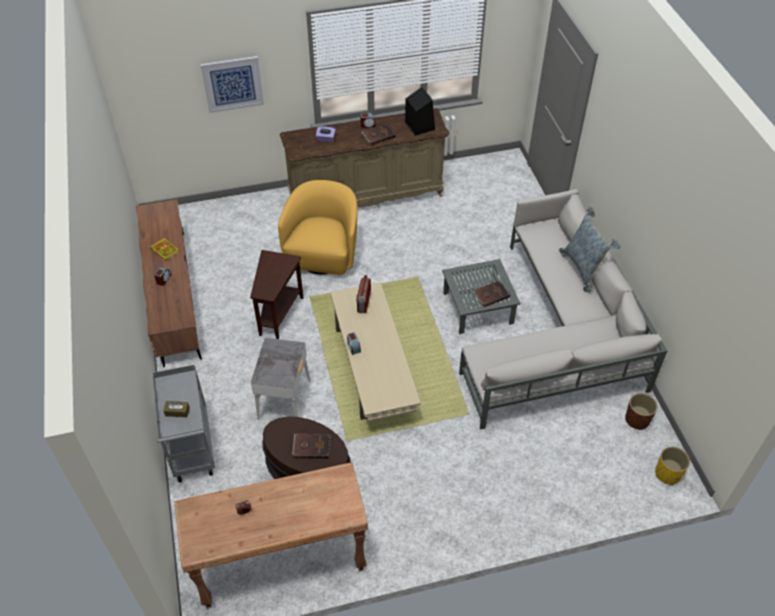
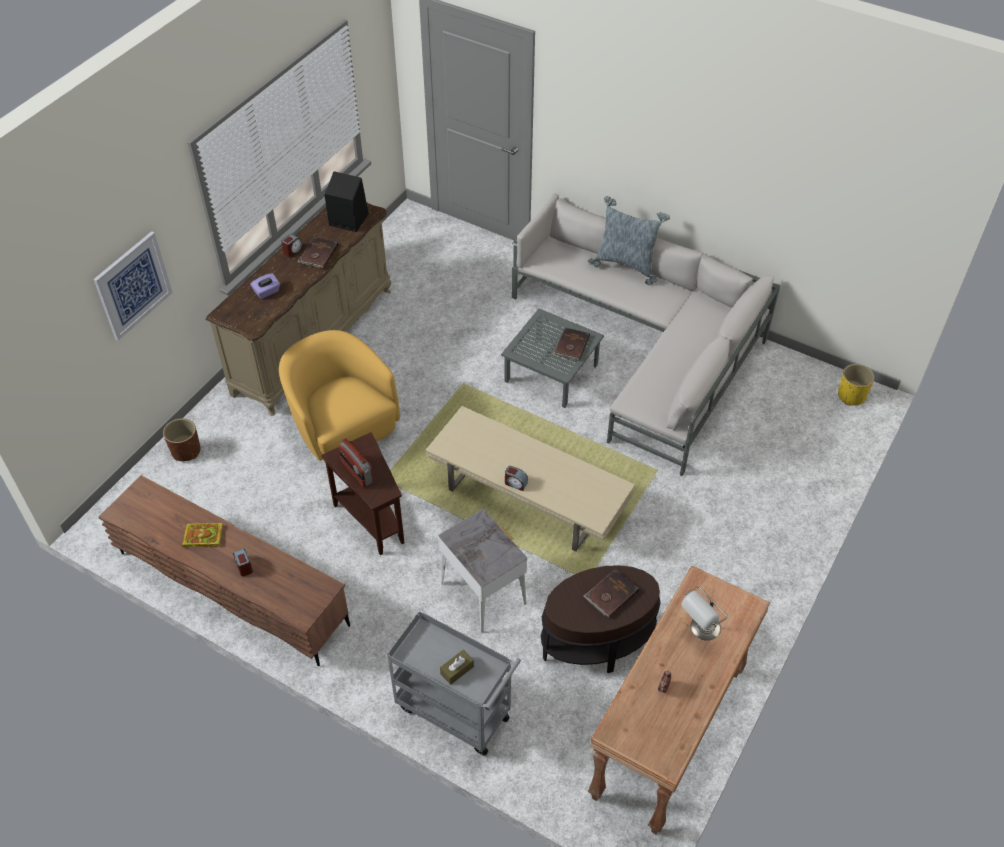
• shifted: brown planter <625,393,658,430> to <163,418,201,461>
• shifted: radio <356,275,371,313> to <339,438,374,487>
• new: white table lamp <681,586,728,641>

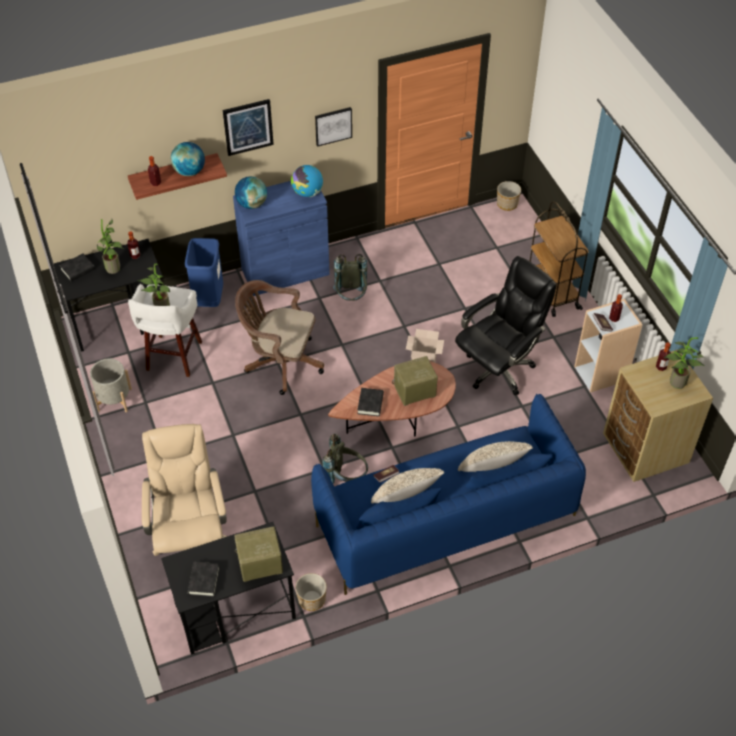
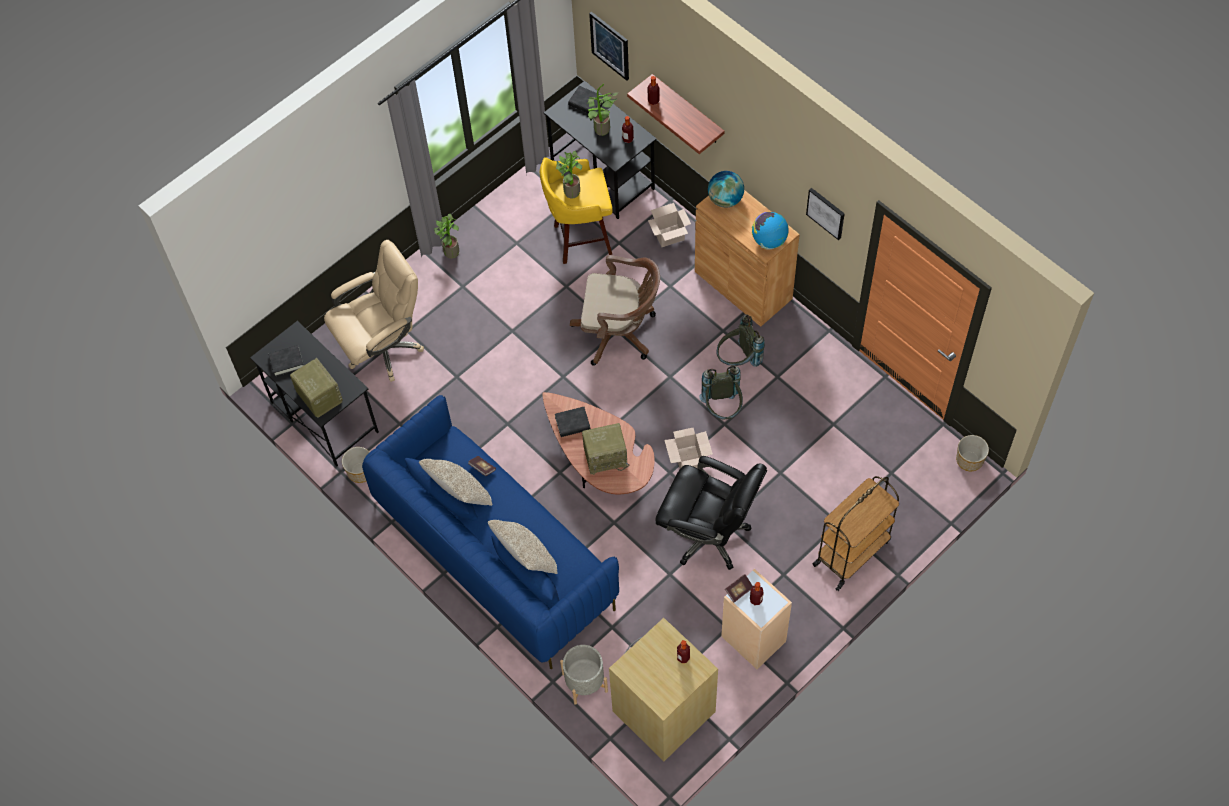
• shifted: potted plant <664,337,705,389> to <434,213,459,259>
• repainted: white stool <128,284,202,377> to yellow stool <540,157,613,264>
• shifted: grey planter <90,359,132,412> to <560,645,608,705>
• rotated: brown office chair <235,280,324,395> = <570,255,660,366> 105 degrees clockwise
• rotated: radio <392,356,438,406> = <582,423,630,475> 120 degrees clockwise
• shifted: picture <223,99,274,156> to <589,12,629,81>
• swapped: blue trash can <185,238,223,307> to cardboard box <648,203,691,247>
• repainted: blue cabinet <233,181,330,296> to brown cabinet <695,190,800,327>
• shifted: grey backpack <322,433,368,484> to <699,365,743,419>
• gone: globe <171,142,205,176>

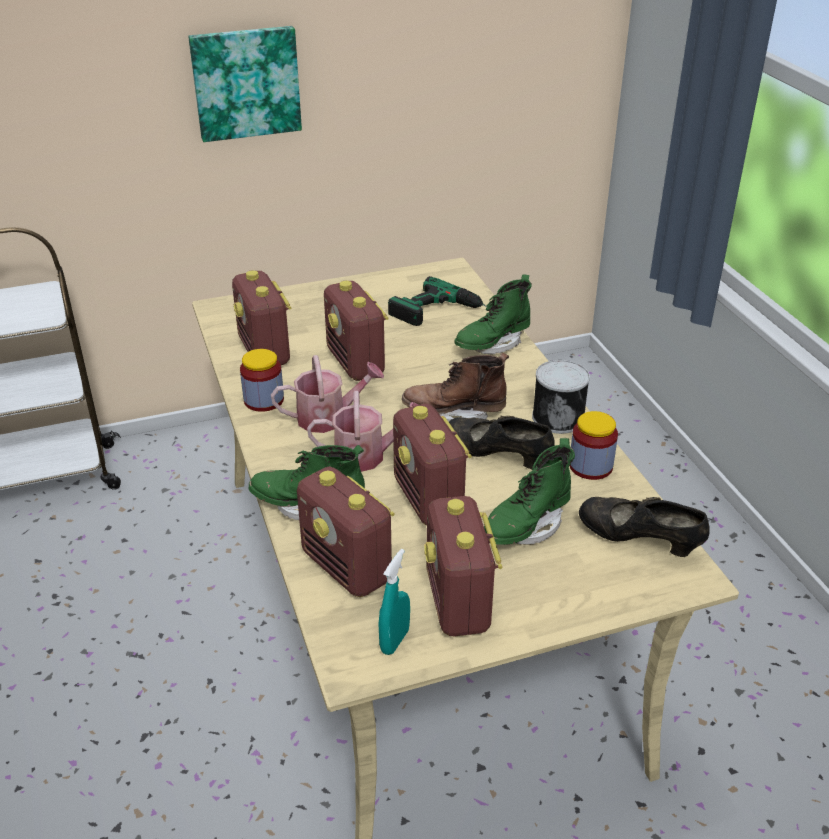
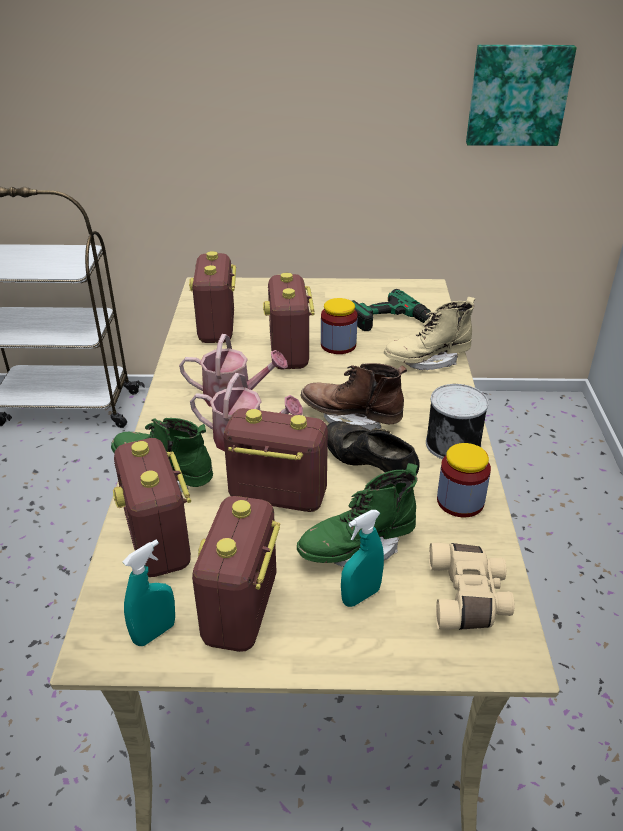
• rotated: radio <393,404,472,526> = <224,408,328,512> 105 degrees clockwise
• shifted: jar <240,349,284,412> to <321,298,358,354>
• new: turquoise spray bottle <341,510,384,607>
• repainted: green boot <454,275,532,355> to beige boot <384,297,475,370>
• swapped: black shoe <579,497,710,557> to beige binoculars <429,543,515,630>
• shifted: picture <188,26,302,142> to <466,45,577,146>

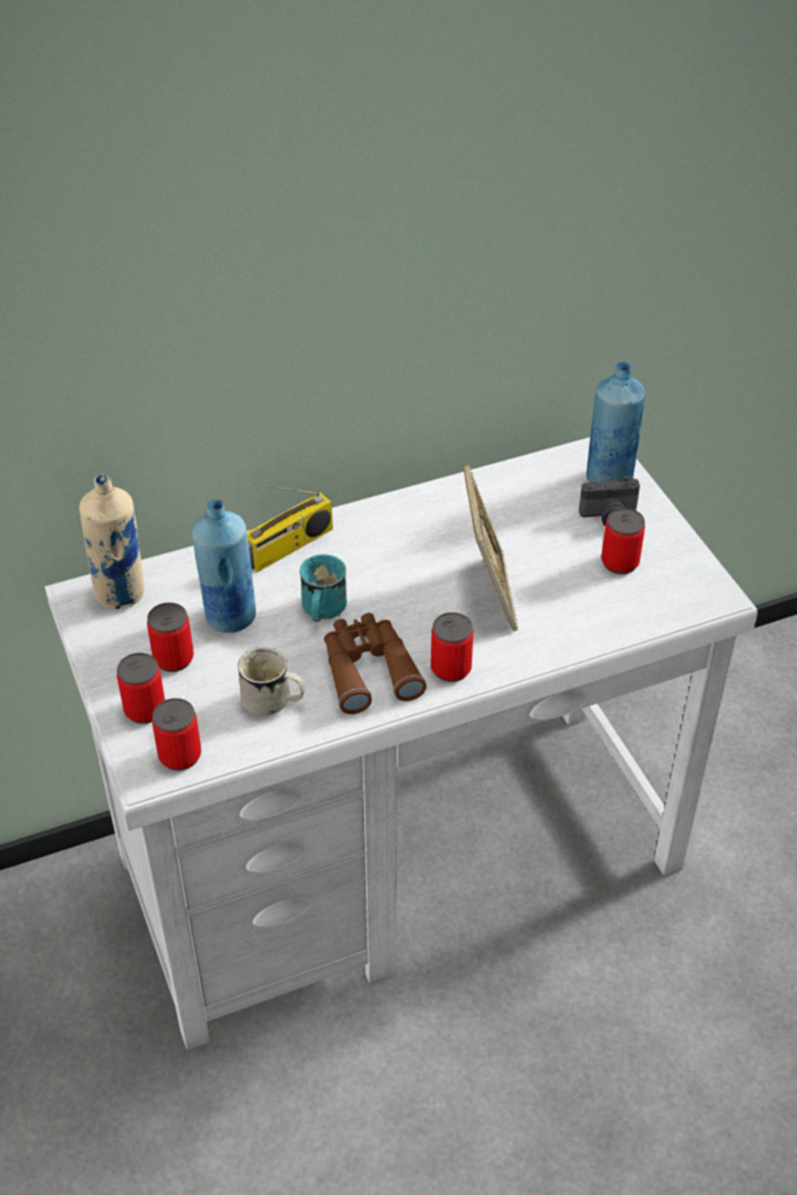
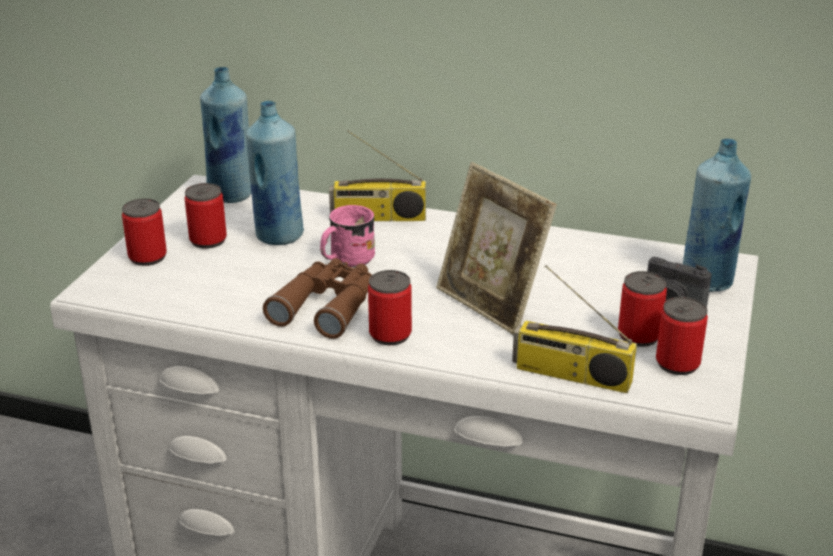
• repainted: beige bottle <79,474,145,609> to blue bottle <200,67,251,203>
• repainted: turquoise mug <300,554,347,622> to pink mug <320,205,375,268>
• rotated: picture frame <463,464,518,631> = <436,162,557,335> 105 degrees clockwise
• new: radio <512,265,637,393>
• shifted: can <152,698,201,771> to <656,297,708,375>
• gone: white mug <238,647,305,716>

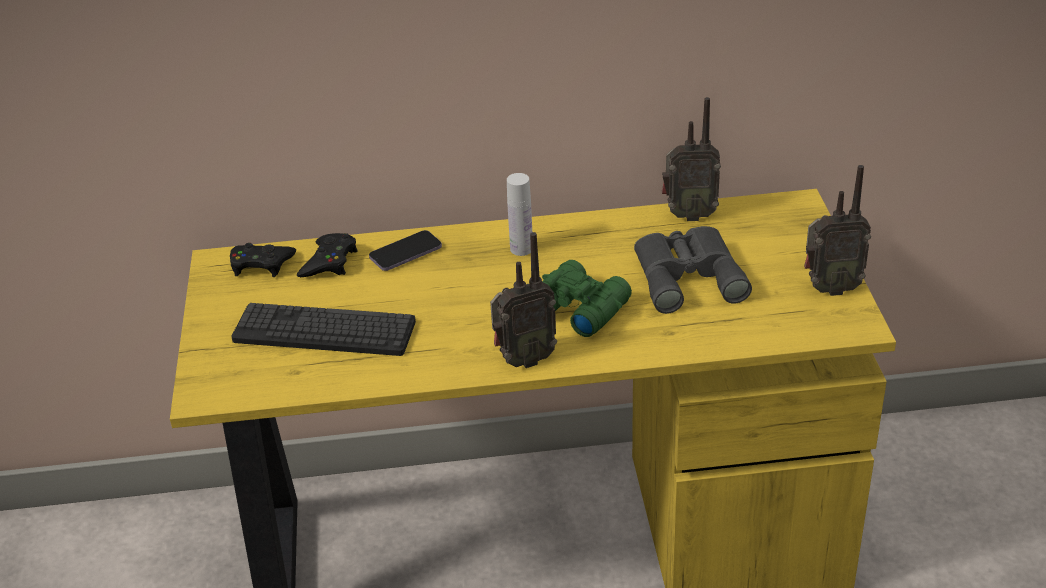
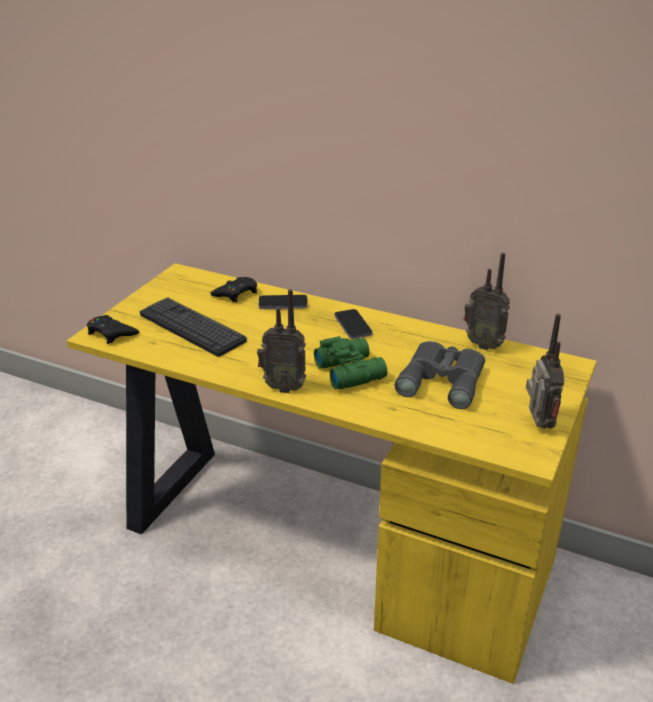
• shifted: black game controller <230,243,296,277> to <87,315,139,344>
• swapped: white bottle <507,173,532,256> to phone <334,309,373,339>
• rotated: radio <804,165,871,296> = <526,314,564,429> 120 degrees counterclockwise

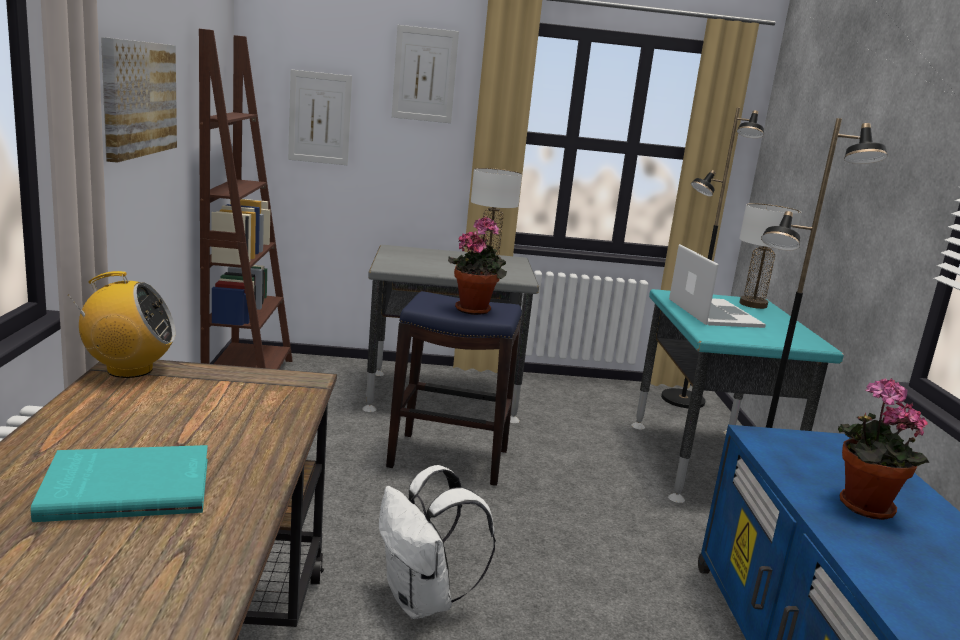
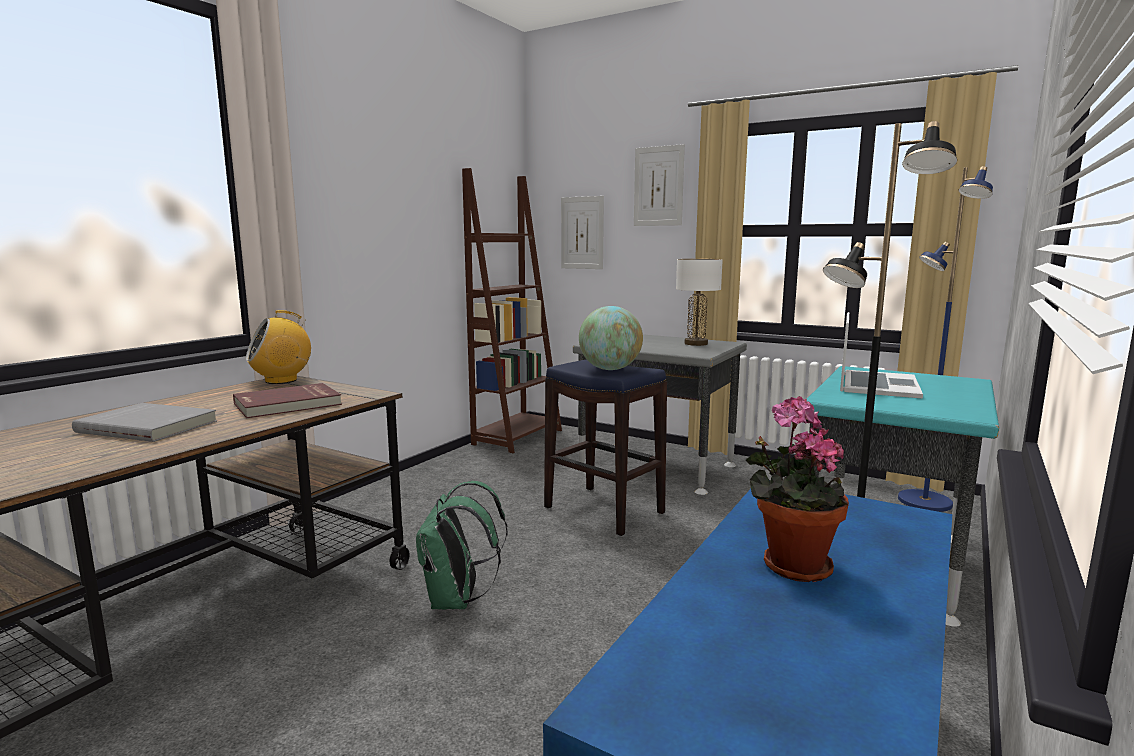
• repainted: turquoise book <31,445,208,522> to grey book <72,403,217,442>
• new: red book <233,383,342,418>
• rotated: radio <67,271,176,378> = <246,310,311,384> 120 degrees clockwise
• repainted: white backpack <379,465,496,619> to green backpack <416,481,508,610>
• swapped: potted plant <448,216,507,315> to globe <579,306,643,370>
• repainted: black floor lamp <661,107,764,408> to blue floor lamp <898,166,993,512>
• gone: picture <101,37,177,163>
• gone: table lamp <739,203,801,309>

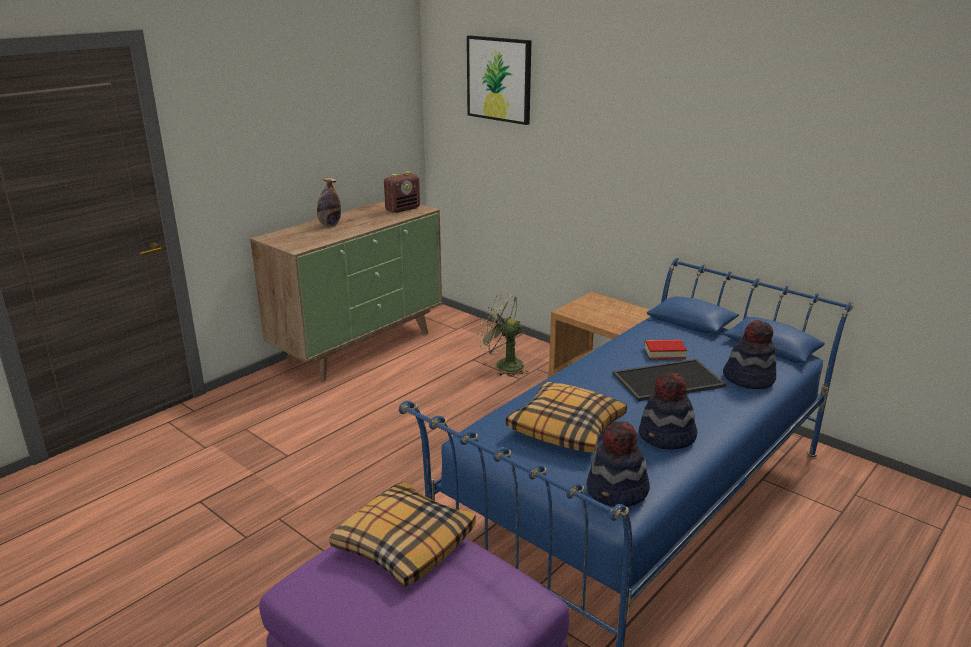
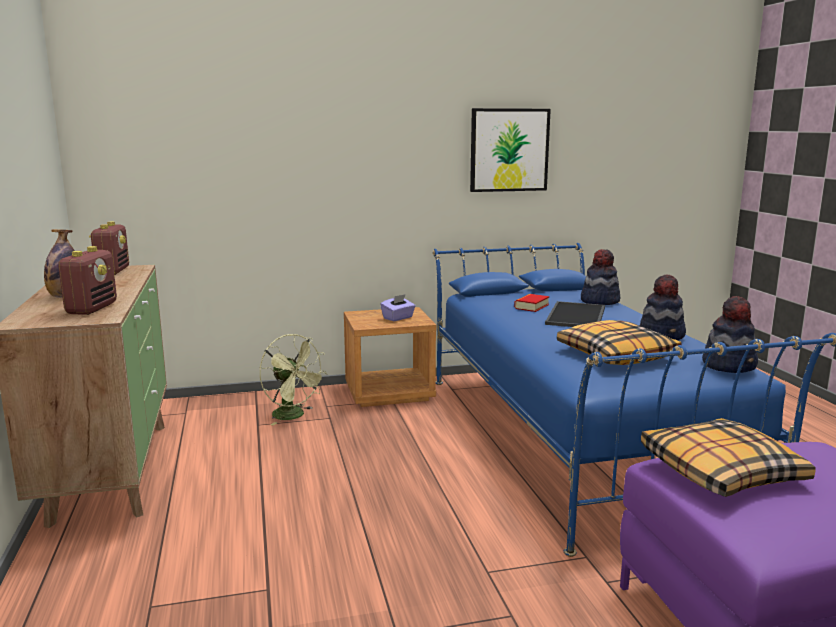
• new: radio <58,246,117,315>
• rotated: green fan <478,293,529,377> = <260,334,327,425> 105 degrees counterclockwise
• new: purple tissue box <380,294,416,321>
• shifted: picture <467,35,531,125> to <470,108,551,192>

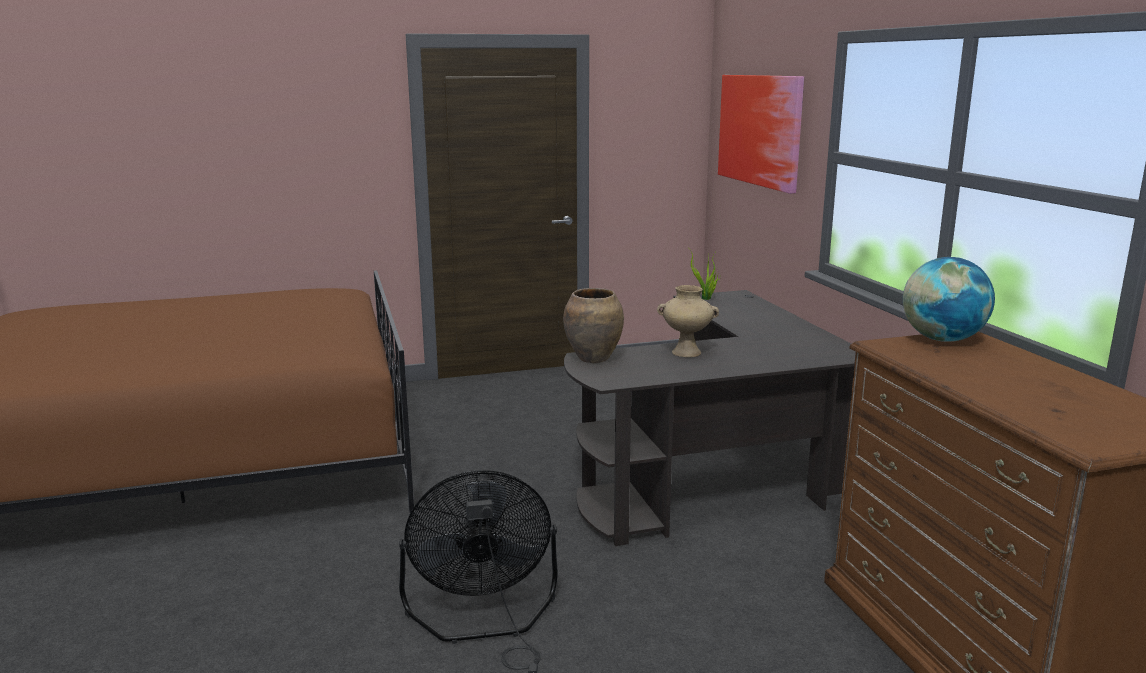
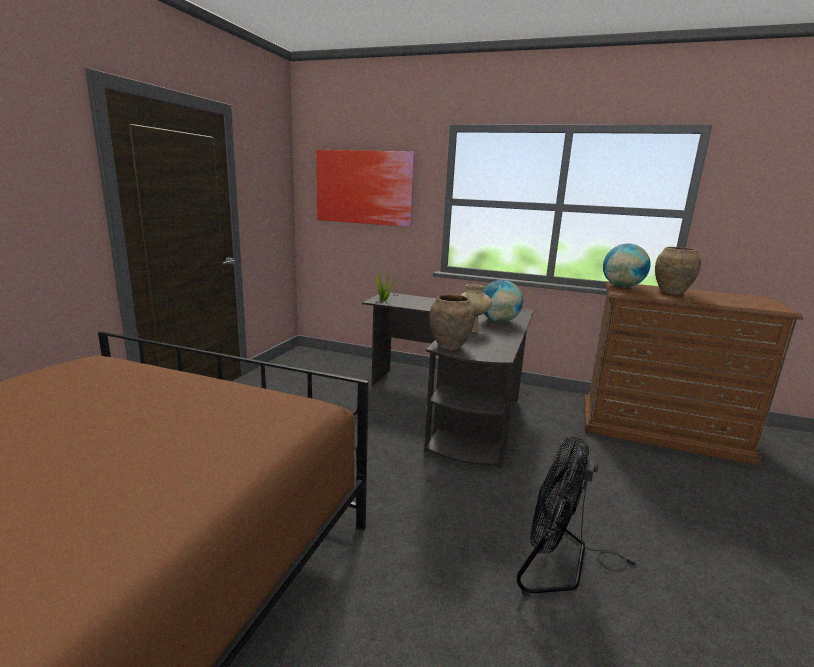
• new: globe <483,280,523,322>
• new: brown vase <655,247,701,295>

